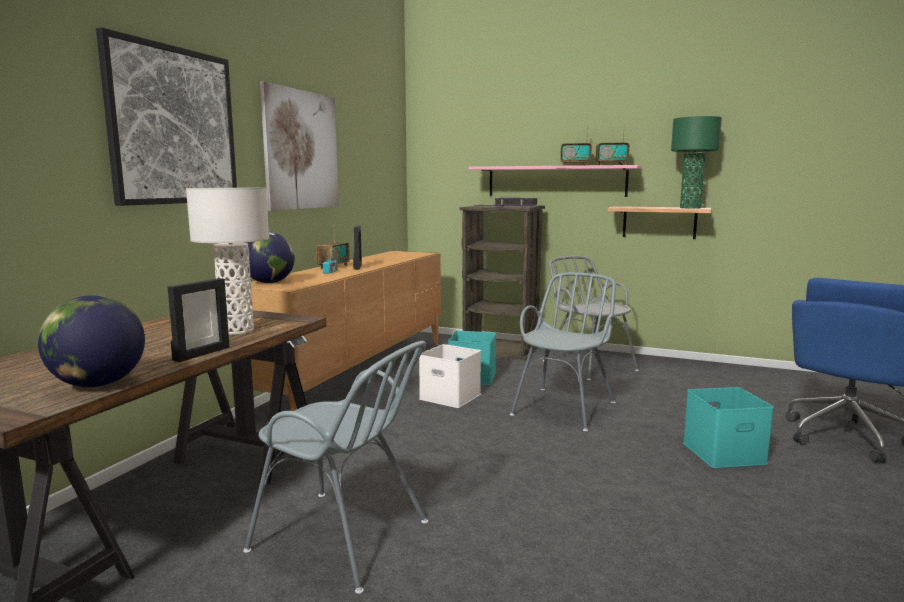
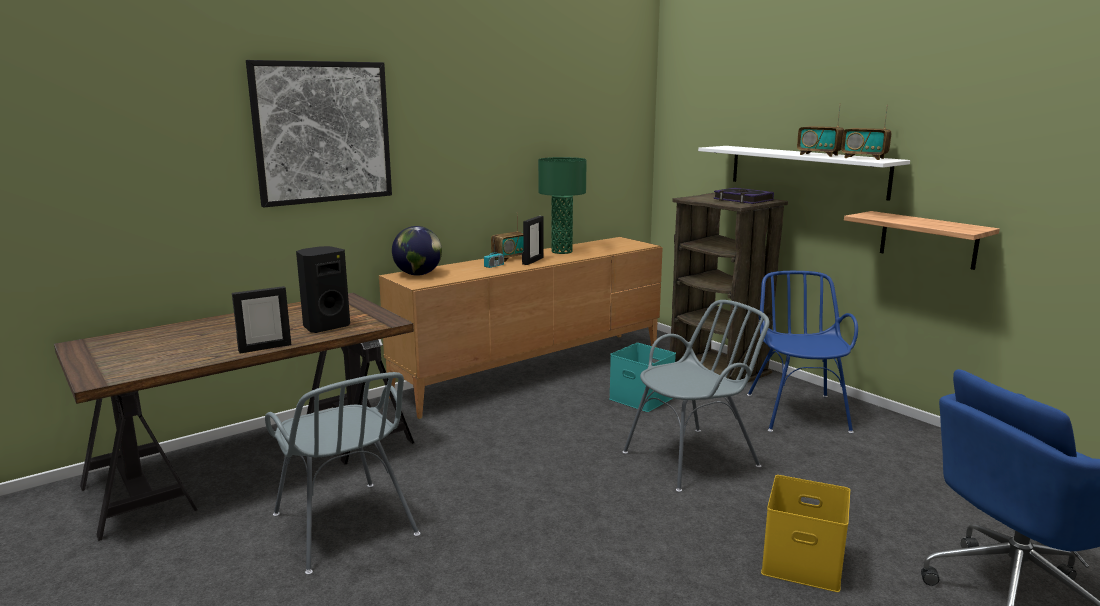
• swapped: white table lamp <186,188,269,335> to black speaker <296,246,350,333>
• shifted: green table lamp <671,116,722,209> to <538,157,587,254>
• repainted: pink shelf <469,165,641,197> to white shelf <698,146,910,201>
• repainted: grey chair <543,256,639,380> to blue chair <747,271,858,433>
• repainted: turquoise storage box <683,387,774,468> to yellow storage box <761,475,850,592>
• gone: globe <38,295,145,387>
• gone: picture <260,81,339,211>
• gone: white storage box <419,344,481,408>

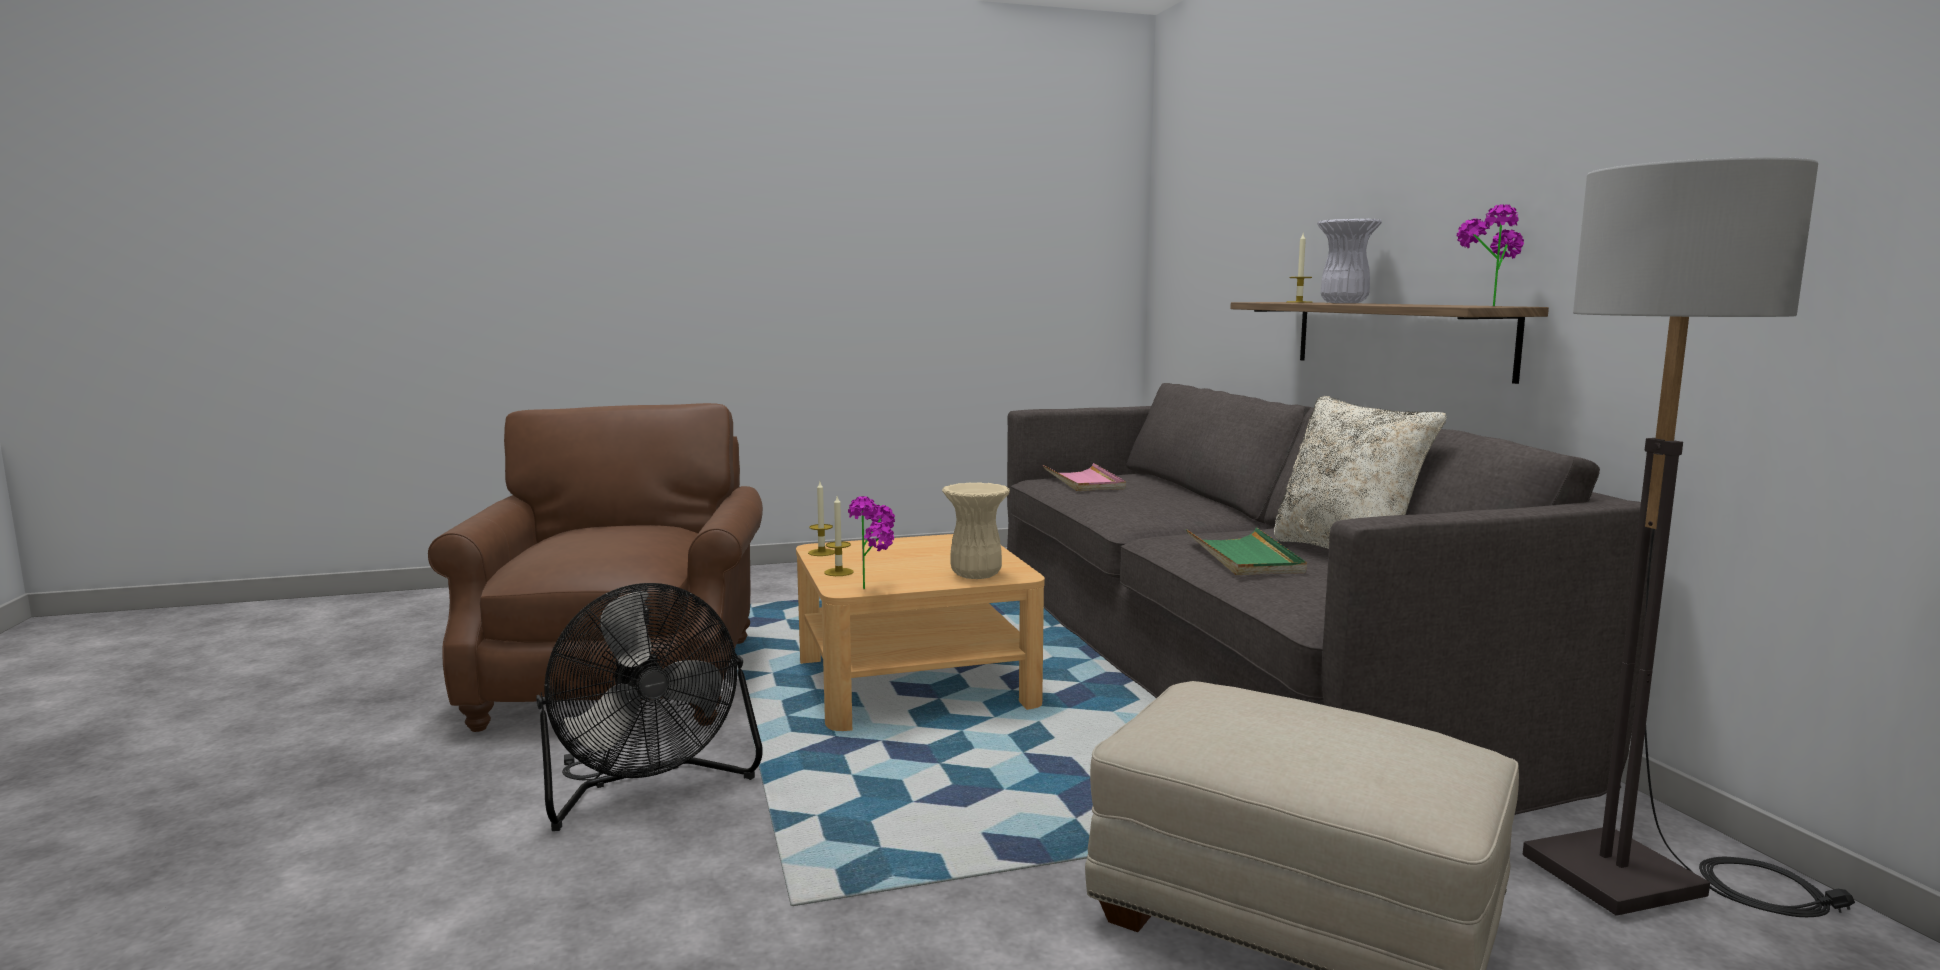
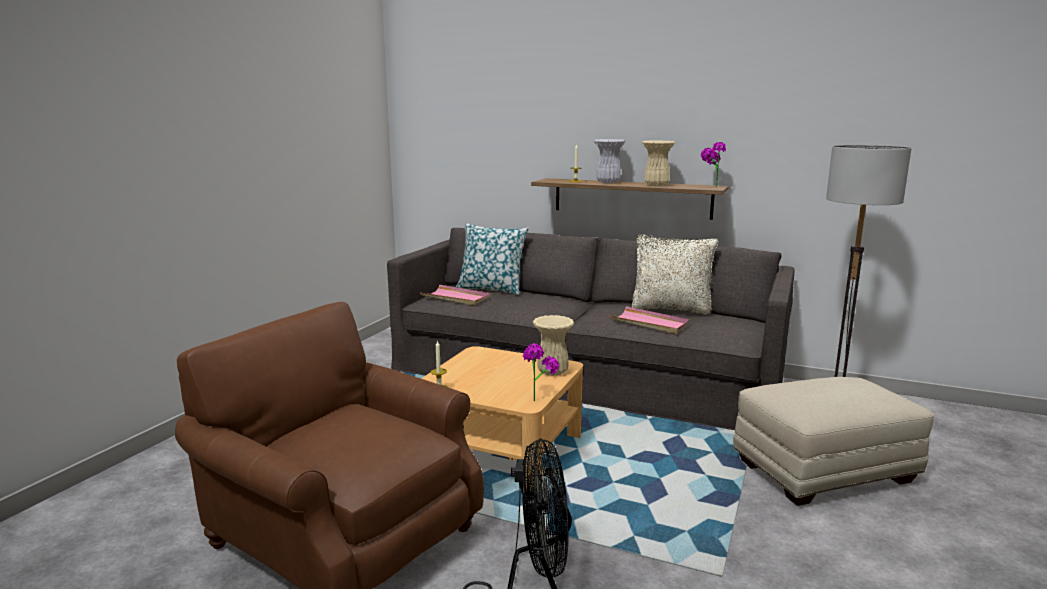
• new: pillow <456,223,529,295>
• repainted: green tray <1186,527,1307,575> to pink tray <609,306,690,334>
• new: beige vase <642,141,676,186>
• gone: candle <824,496,854,576>

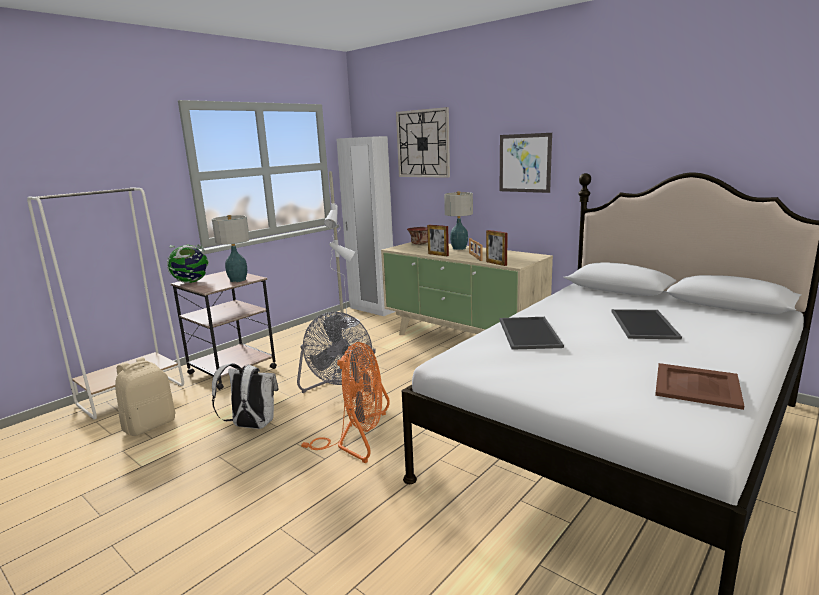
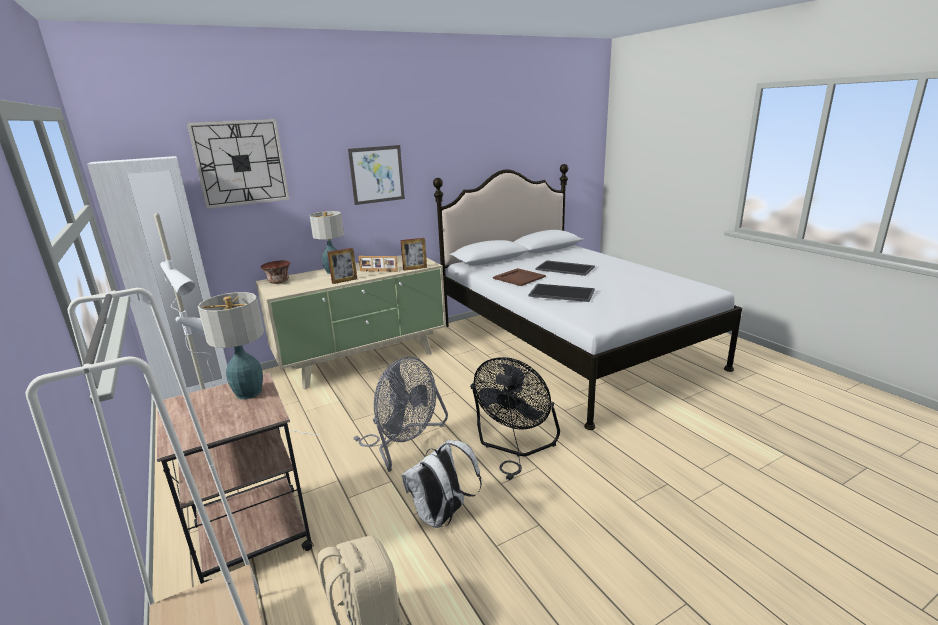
• repainted: orange fan <301,342,390,463> to black fan <470,357,560,480>
• shifted: brown tray <655,363,744,410> to <493,268,546,286>
• gone: globe <167,244,209,283>

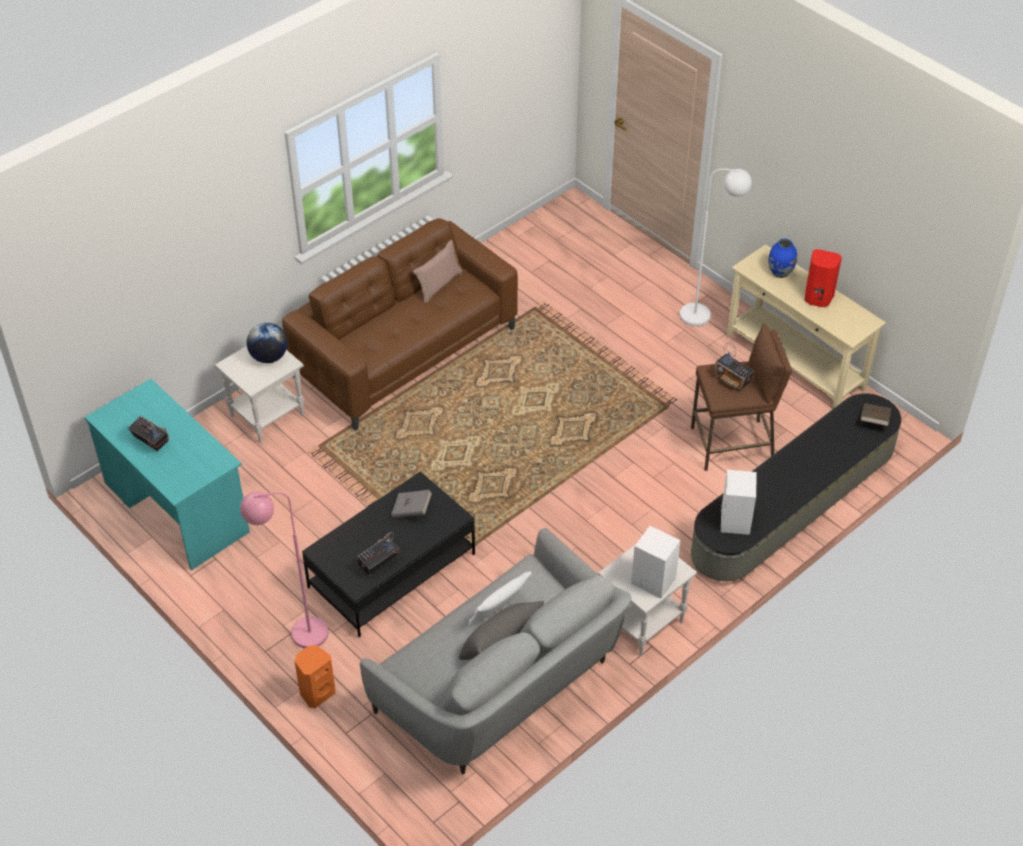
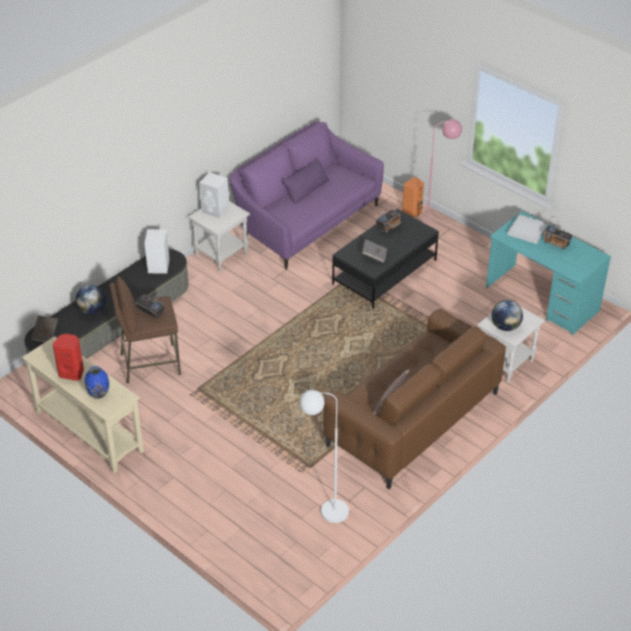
• new: globe <75,285,106,315>
• repainted: grey sofa <360,528,631,775> to purple sofa <230,122,384,270>
• shifted: white floor lamp <680,169,752,327> to <299,390,349,523>
• new: white tray <508,214,548,244>
• gone: white pillow <468,572,532,626>

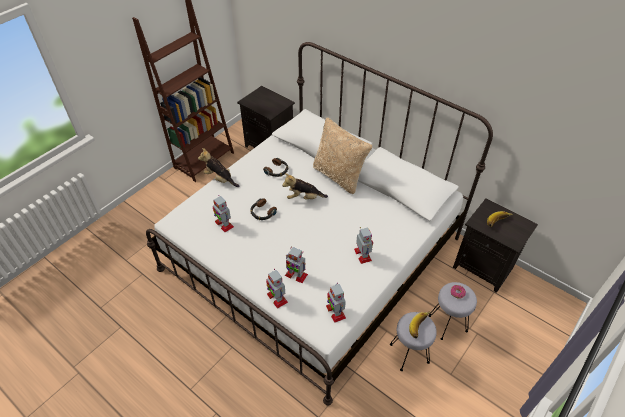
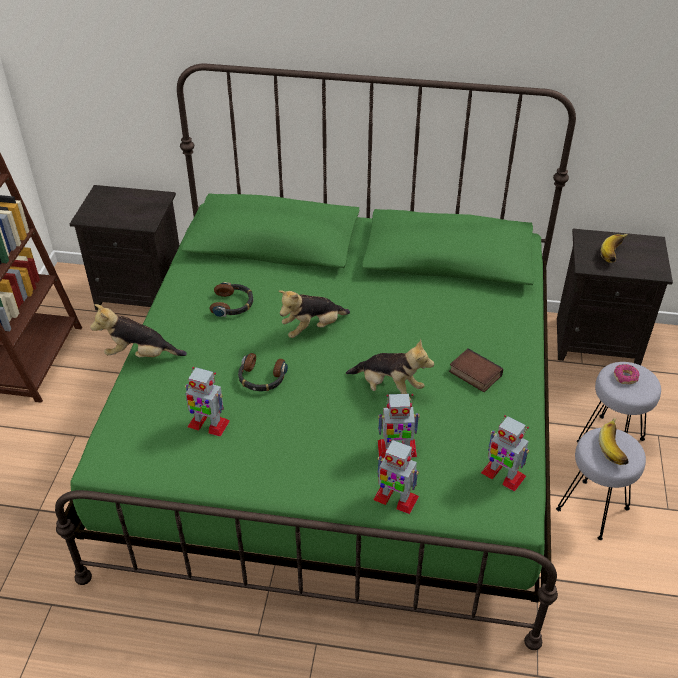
• repainted: white bed <146,42,493,406> to green bed <55,64,576,650>
• new: plush toy <346,339,434,401>
• swapped: toy robot <354,227,373,264> to book <449,348,503,392>
• gone: beige pillow <313,117,373,194>

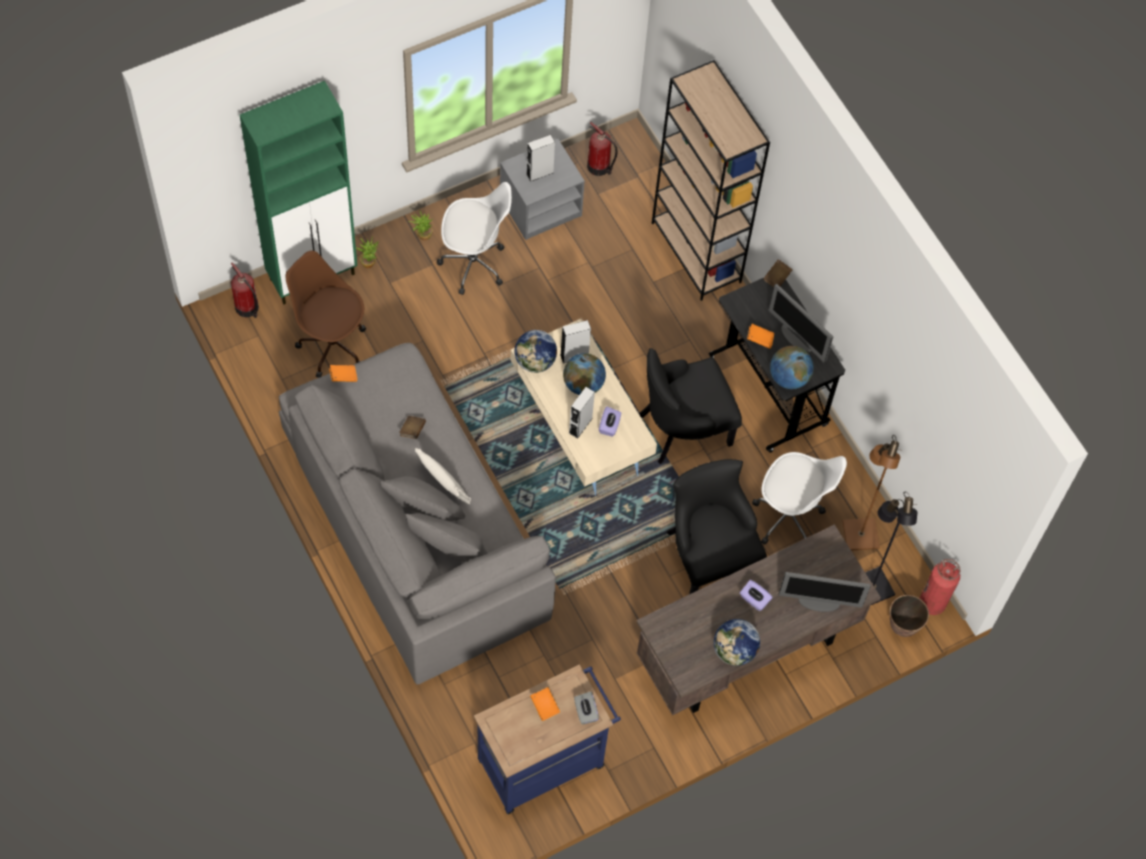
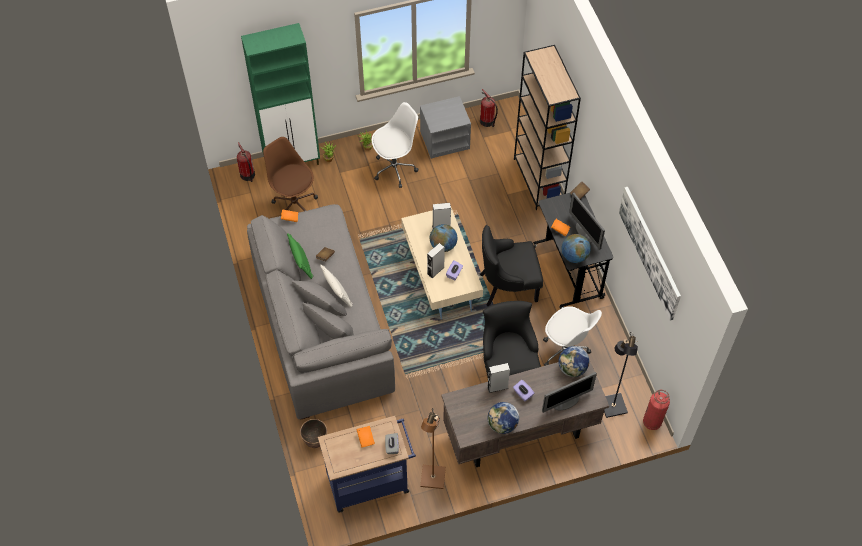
• new: green pillow <287,233,313,279>
• shifted: planter <890,595,929,637> to <300,419,327,448>
• rotated: white office chair <437,182,512,295> = <372,102,418,188> 45 degrees counterclockwise
• shifted: brown floor lamp <843,435,902,551> to <420,408,446,489>
• shifted: grey speaker <526,135,555,182> to <487,363,510,393>
• rotated: monitor <779,572,871,612> = <542,372,597,413> 45 degrees counterclockwise
• shifted: globe <515,330,557,373> to <558,346,589,377>
• new: picture <619,187,681,320>

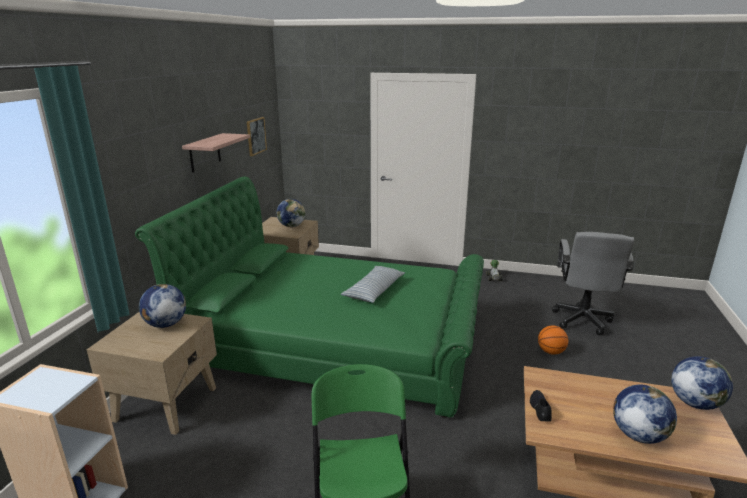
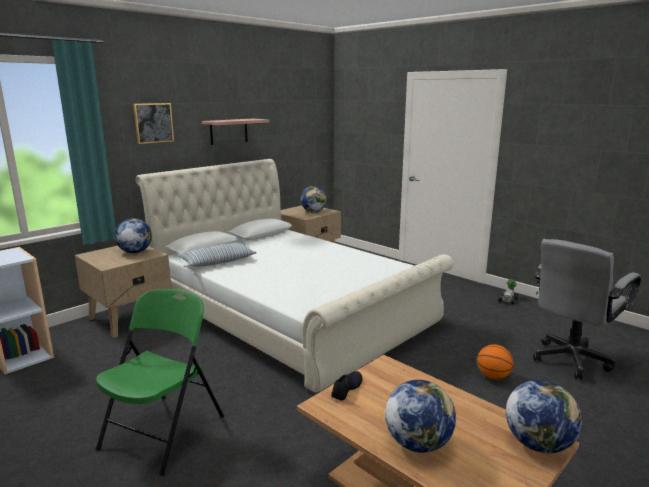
• shifted: picture <247,117,267,156> to <133,103,174,144>
• repainted: green bed <135,177,484,418> to beige bed <136,159,454,393>
• shifted: pillow <341,266,405,303> to <178,243,257,267>

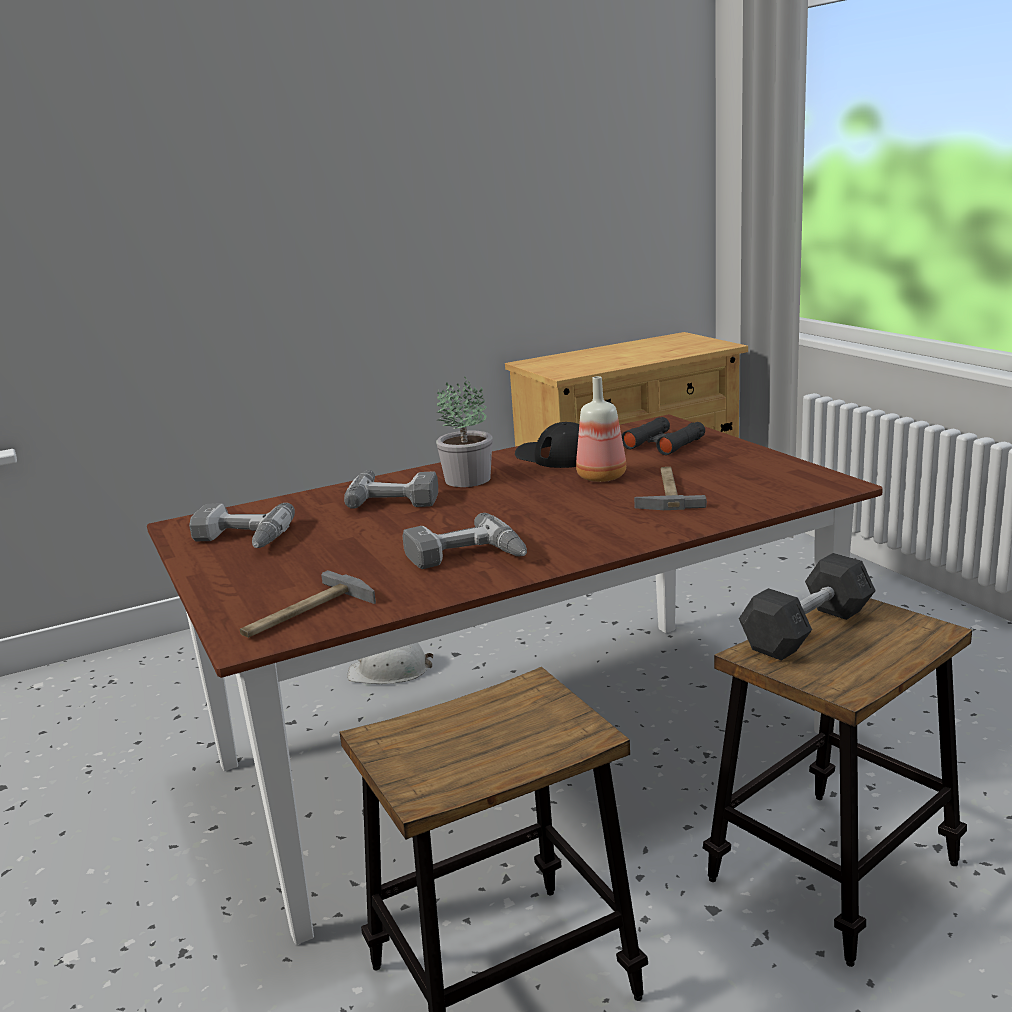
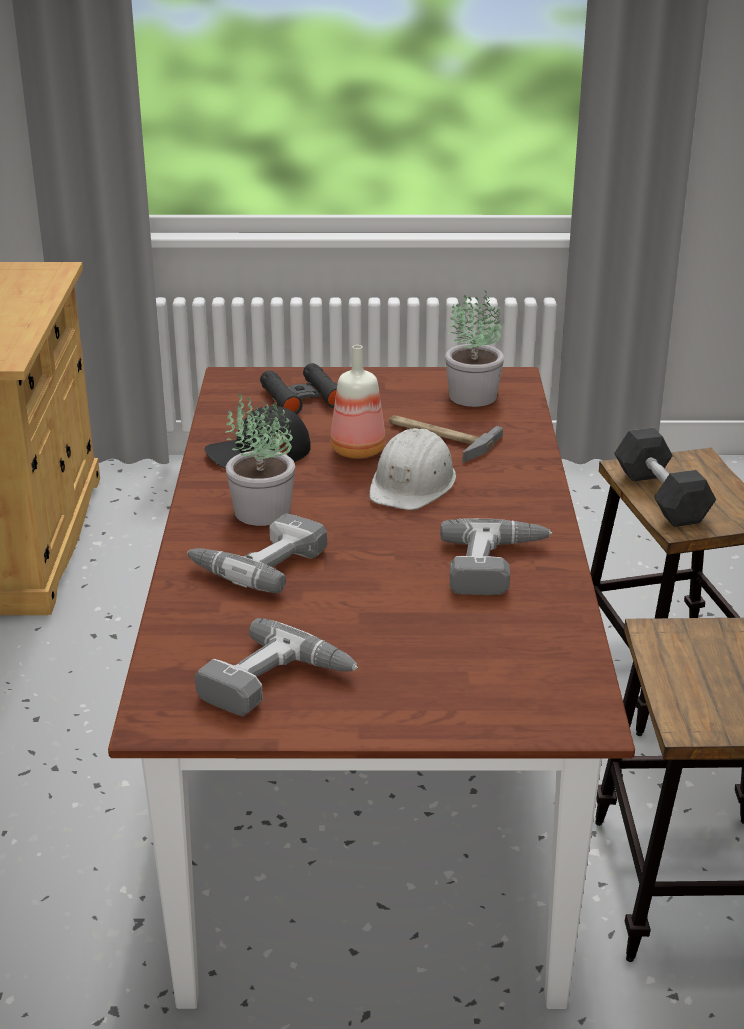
• shifted: white hard hat <347,642,433,684> to <369,428,456,510>
• new: potted plant <445,290,504,407>
• gone: hammer <240,570,376,638>

